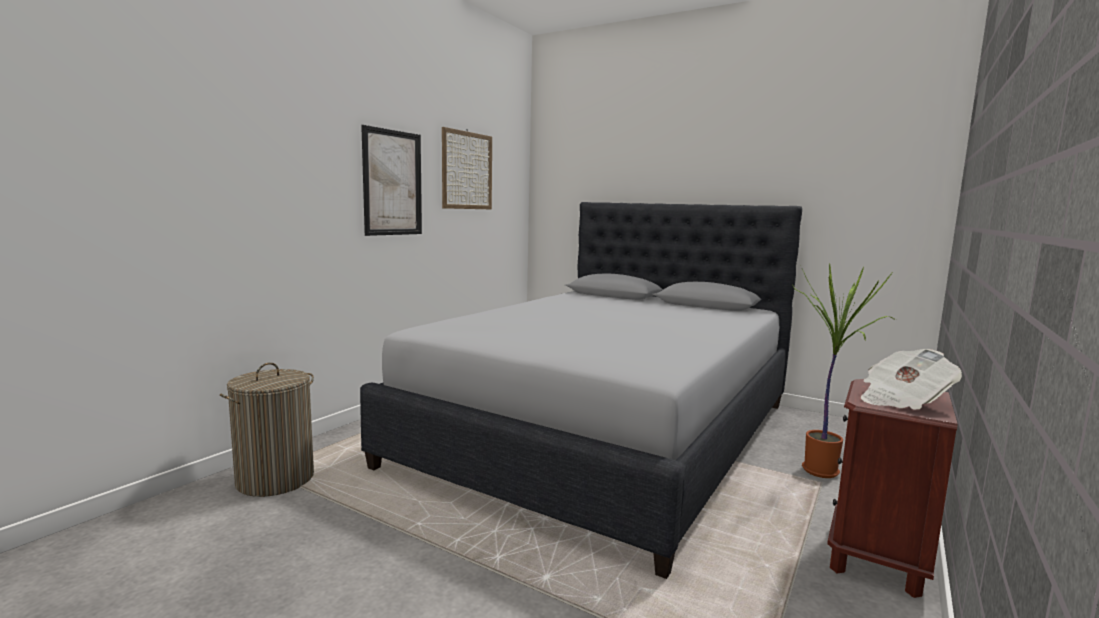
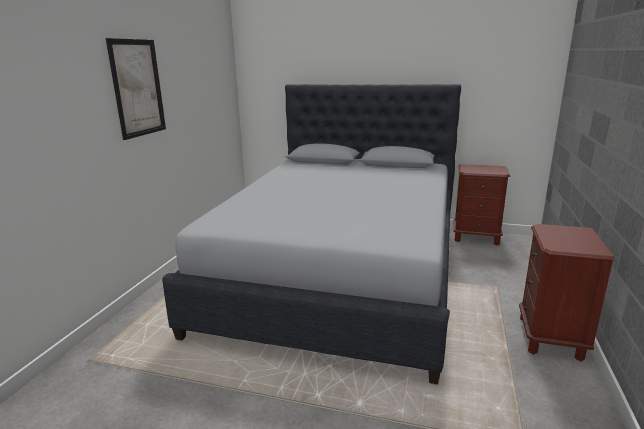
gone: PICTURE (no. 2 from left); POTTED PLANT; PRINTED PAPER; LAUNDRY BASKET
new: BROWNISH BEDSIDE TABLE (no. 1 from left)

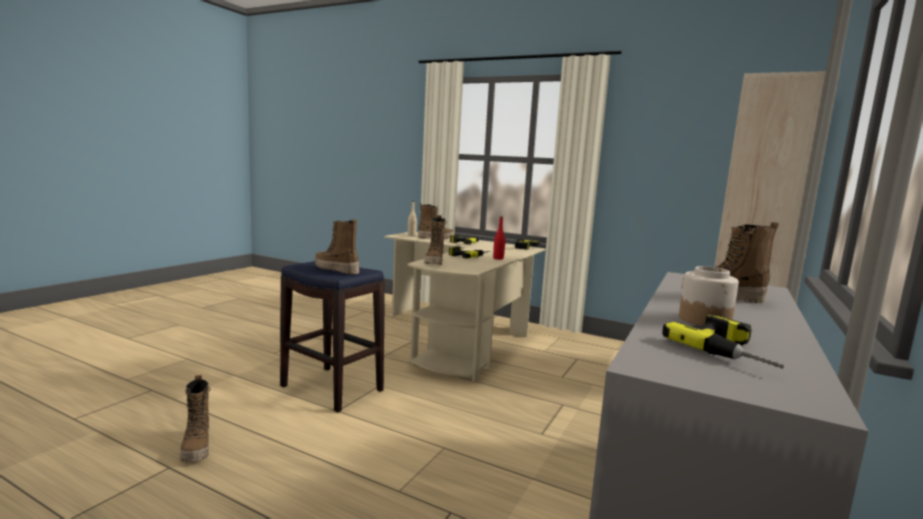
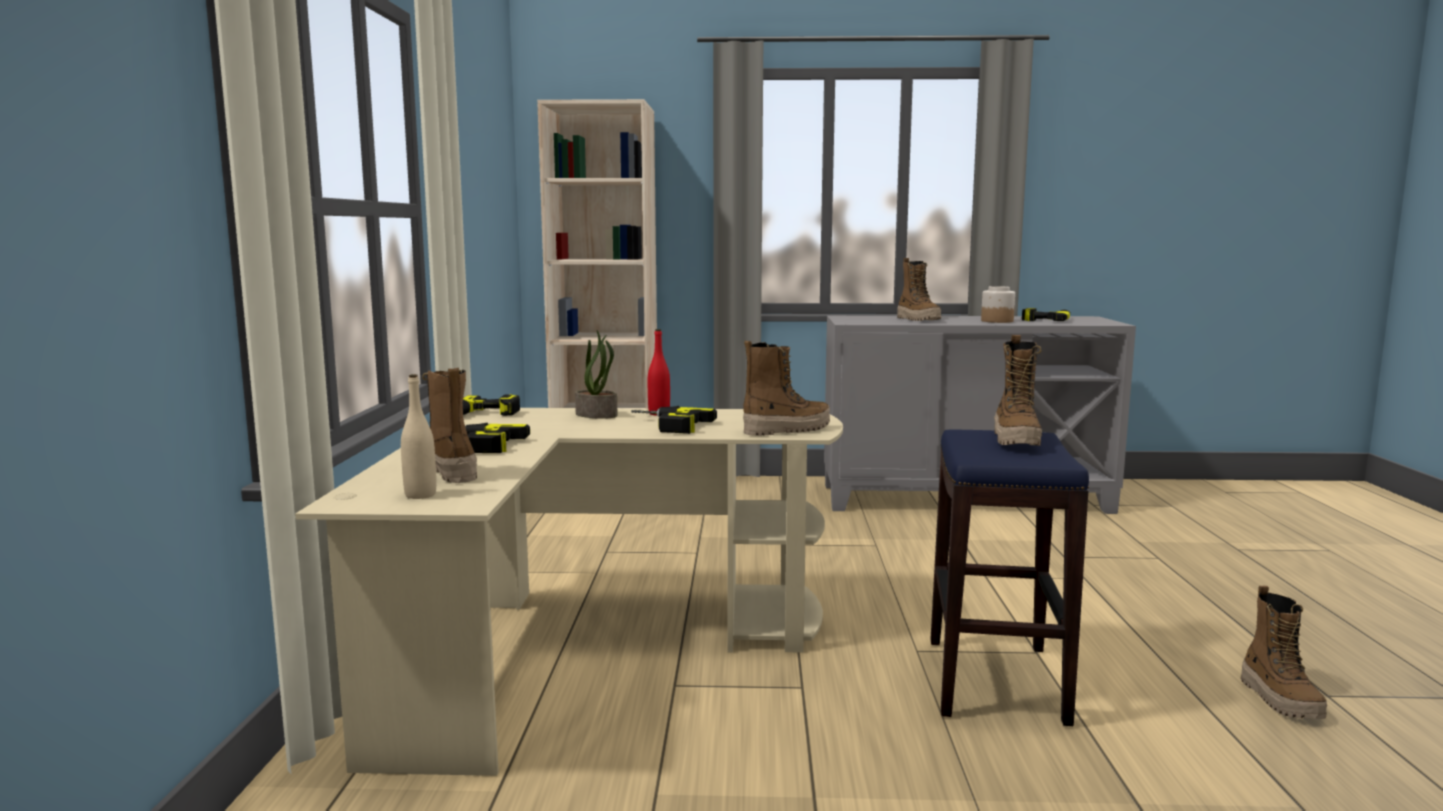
new: POTTED PLANT
rotated: BOOT (no. 1 from left in the first image) 135 degrees clockwise

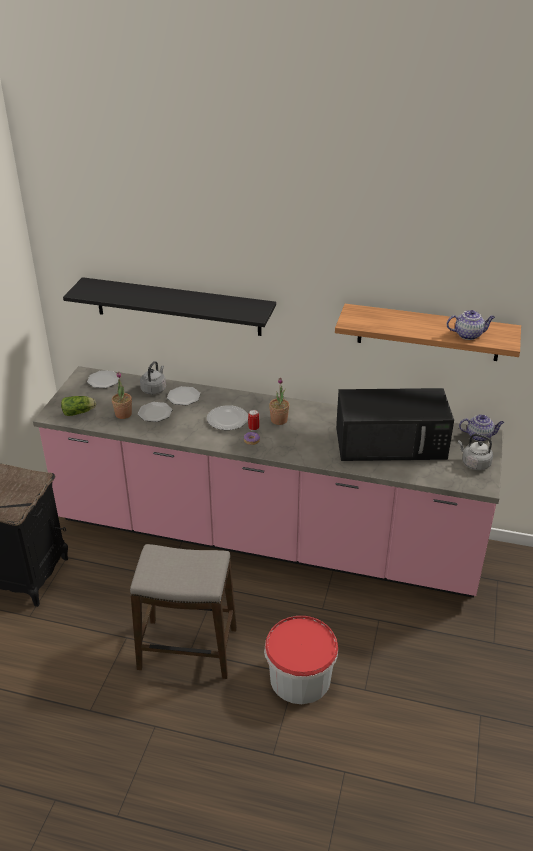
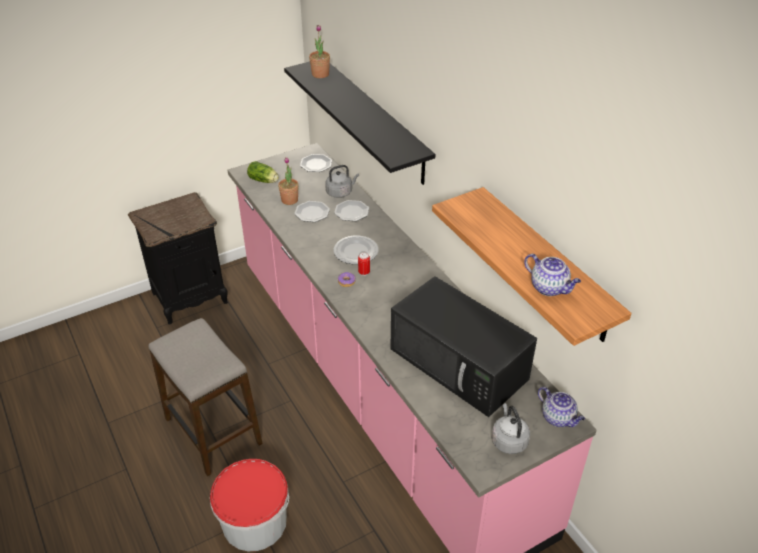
shifted: POTTED PLANT (no. 2 from left)

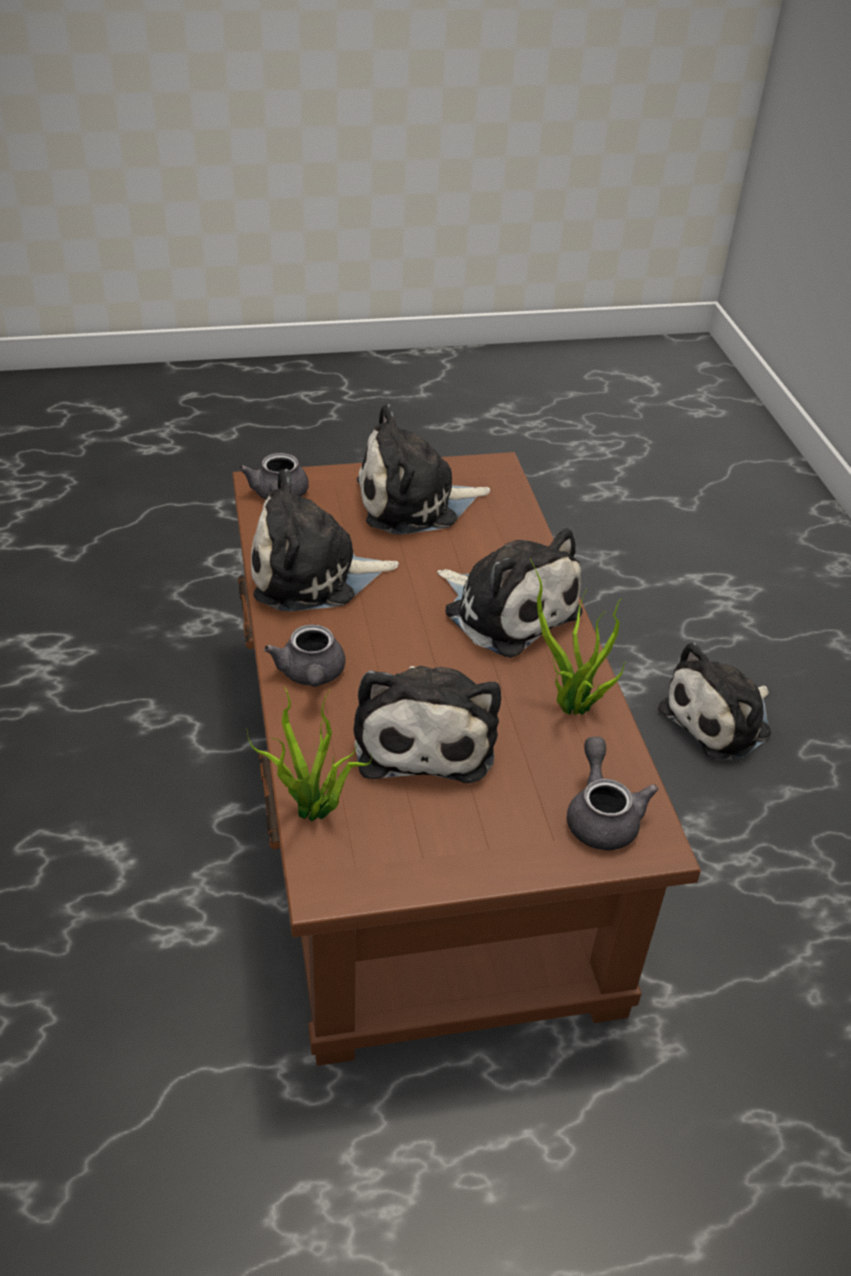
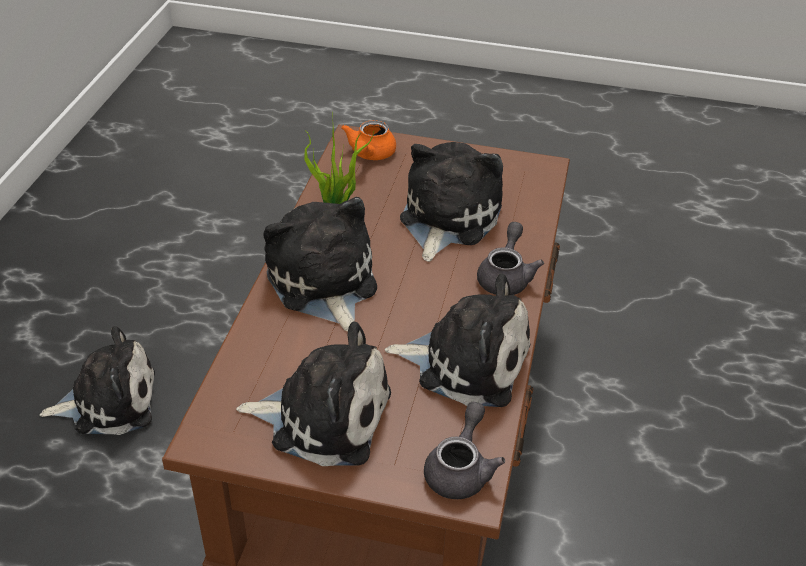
gone: POTTED PLANT (no. 1 from left)
repainted: GREYISH TEA POT (no. 3 from left) to ORANGE-COLOURED TEA POT

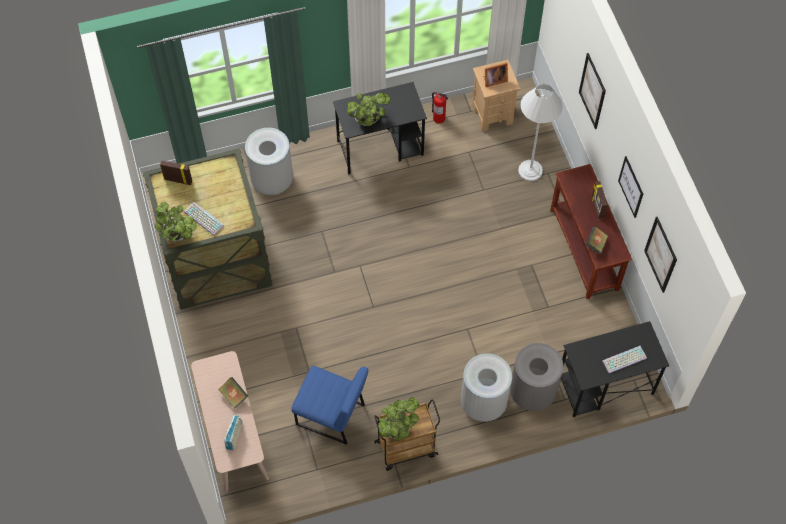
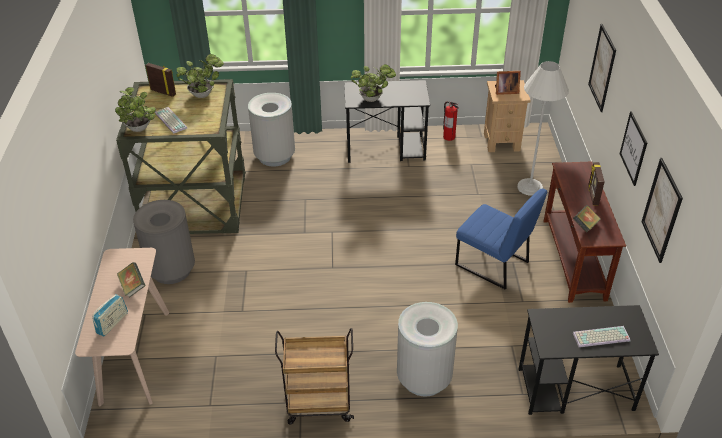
shifted: GREYISH WASTE BIN (no. 3 from left in the first image) to GREYISH WASTE BIN (no. 1 from left); BLUE-COLOURED PLAIN CHAIR; POTTED PLANT (no. 3 from left in the first image) to POTTED PLANT (no. 2 from left)

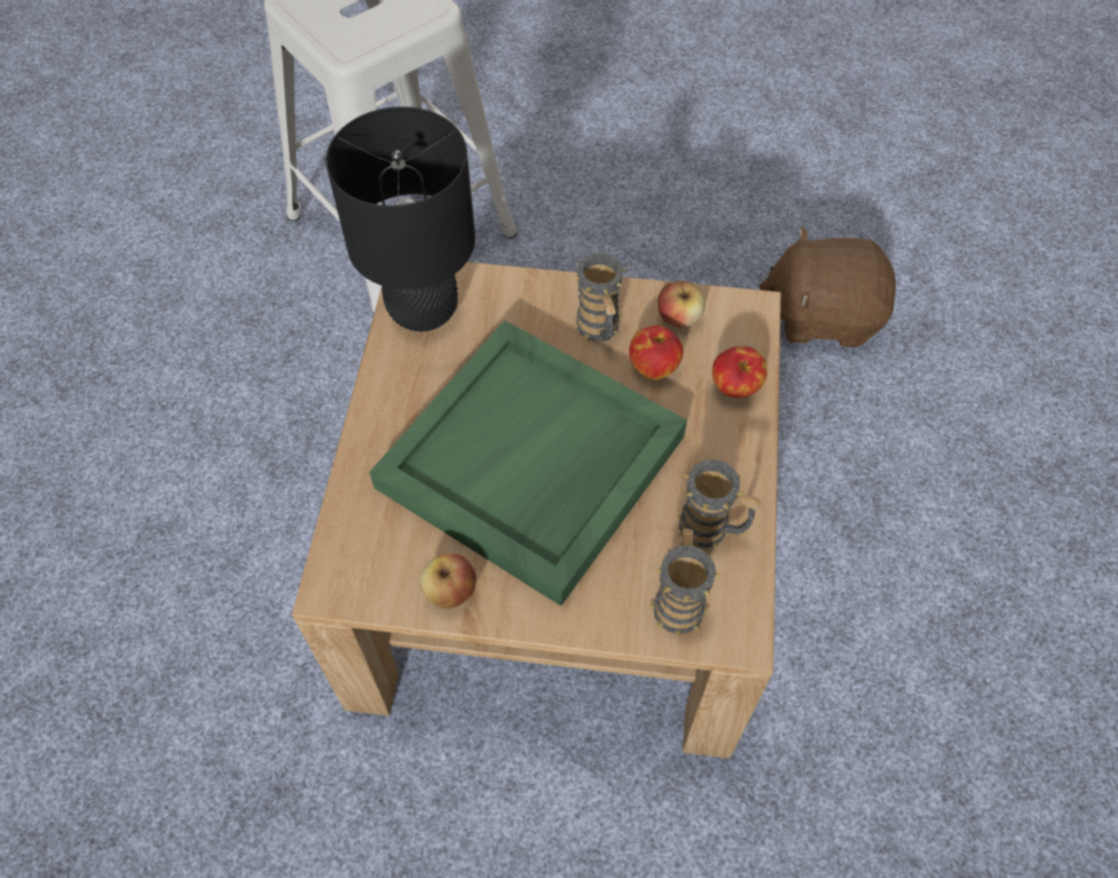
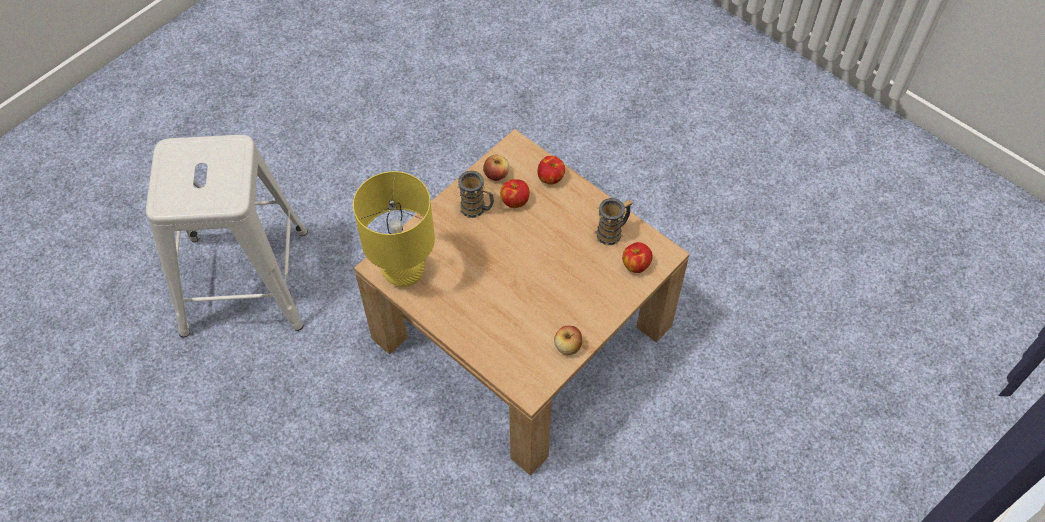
gone: BROWNISH SOFT TOY; GREEN TRAY
swapped: TEA MUG (no. 2 from left) to WHOLE APPLE (no. 5 from left)
repainted: BLACK TABLETOP LAMP to YELLOW TABLETOP LAMP

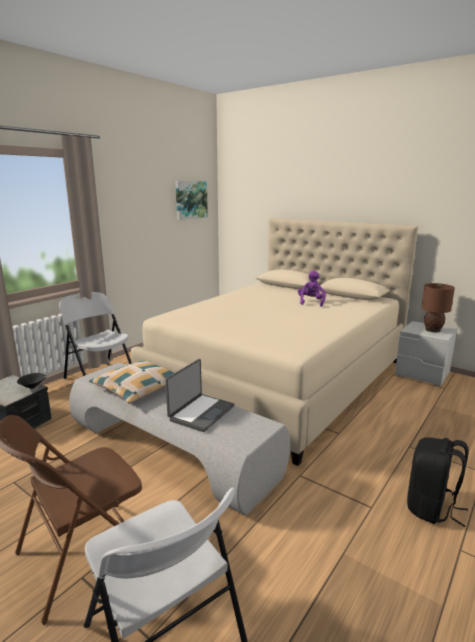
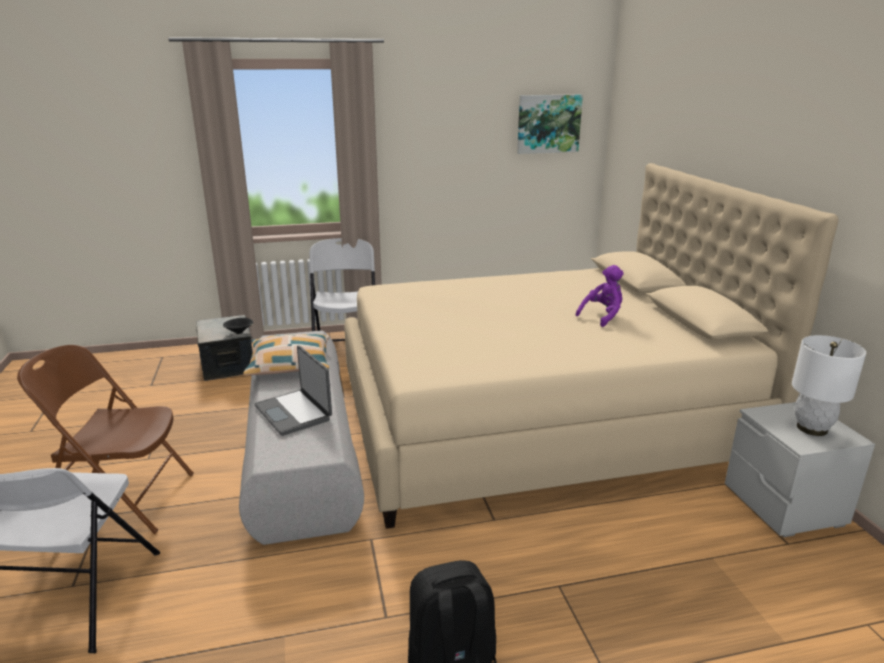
repainted: BROWNISH TABLETOP LAMP to WHITE-COLOURED TABLETOP LAMP
rotated: LAPTOP 75 degrees clockwise

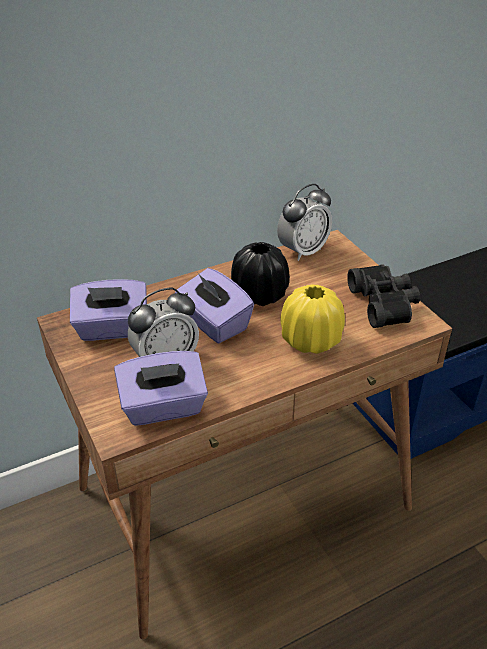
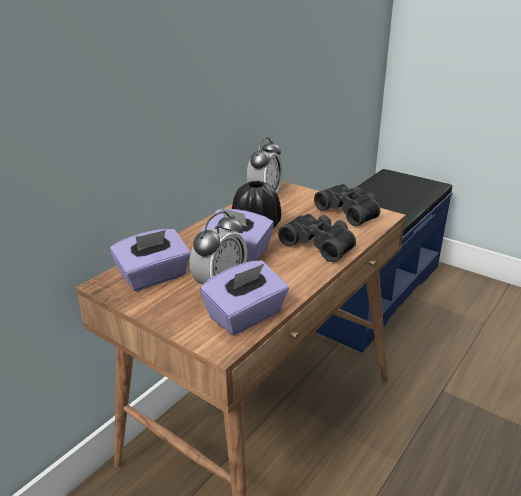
swapped: YELLOW VASE to BLACK BINOCULARS (no. 1 from left)

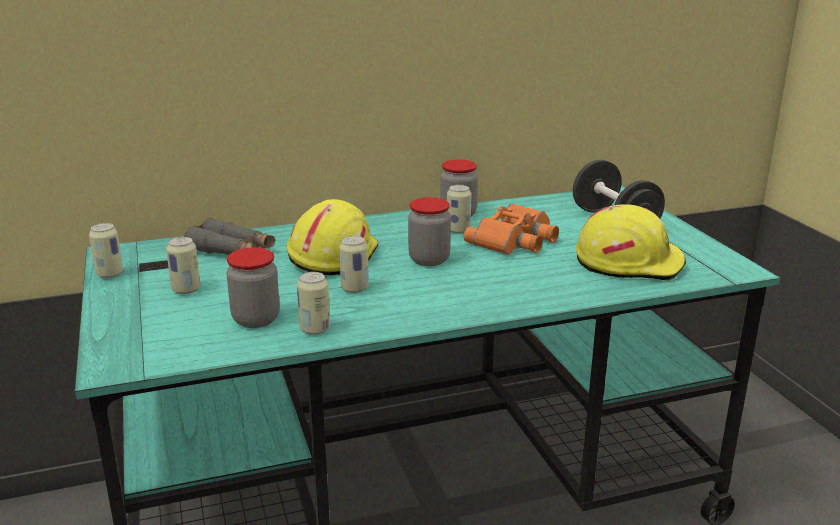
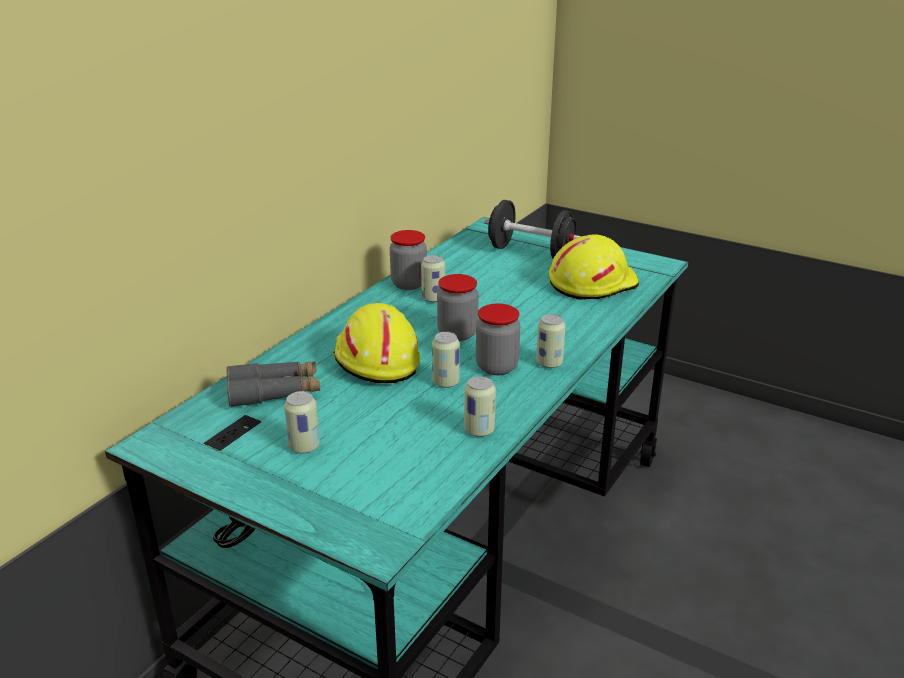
gone: ORANGE-COLOURED BINOCULARS
shifted: CAN (no. 1 from left in the first image) to CAN (no. 5 from left); STORAGE JAR (no. 1 from left in the first image) to STORAGE JAR (no. 3 from left)

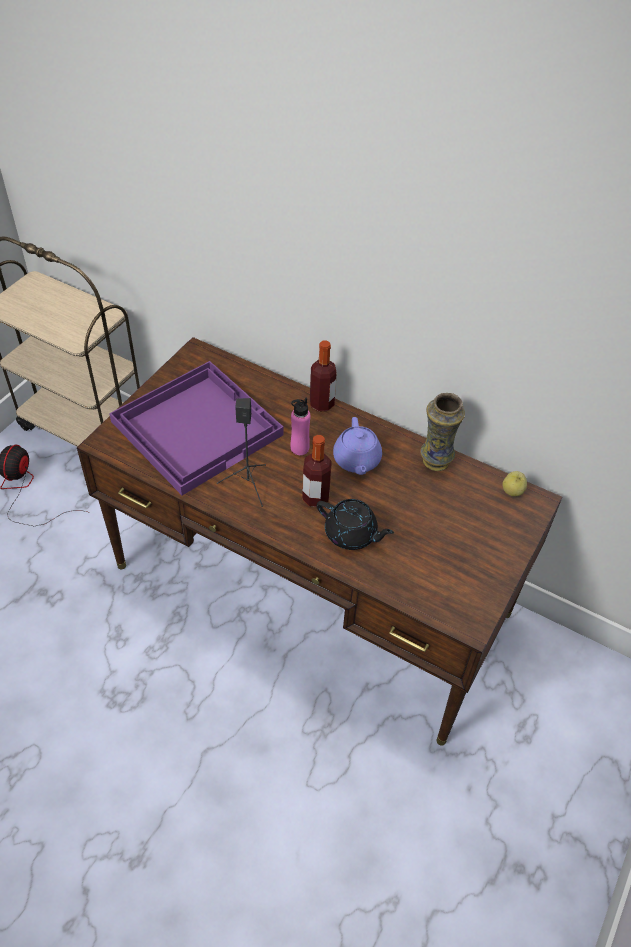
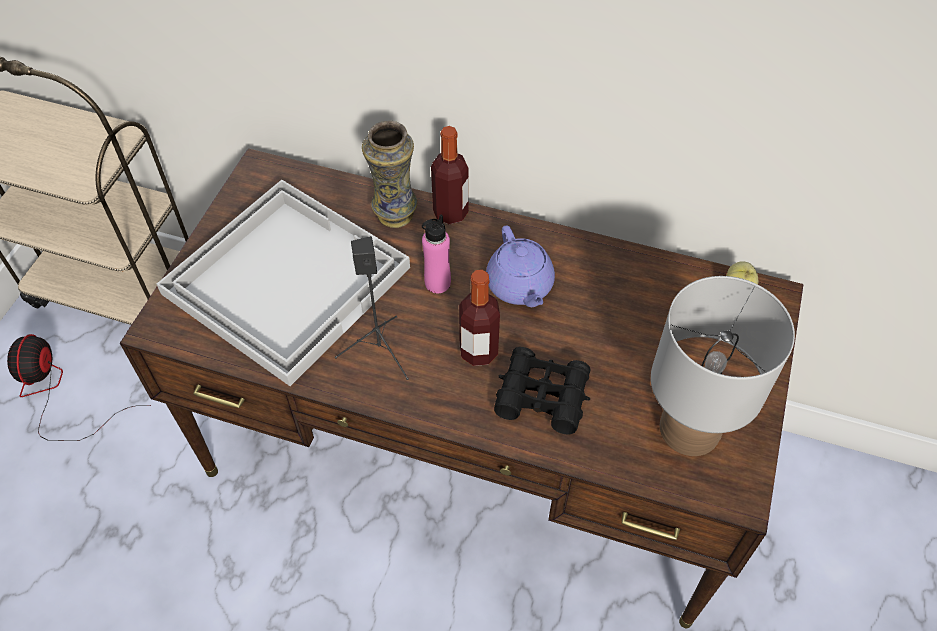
new: GREYISH TABLETOP LAMP
shifted: VASE
swapped: BLACK TEA POT to BLACK BINOCULARS
repainted: PURPLISH TRAY to WHITE-COLOURED TRAY

